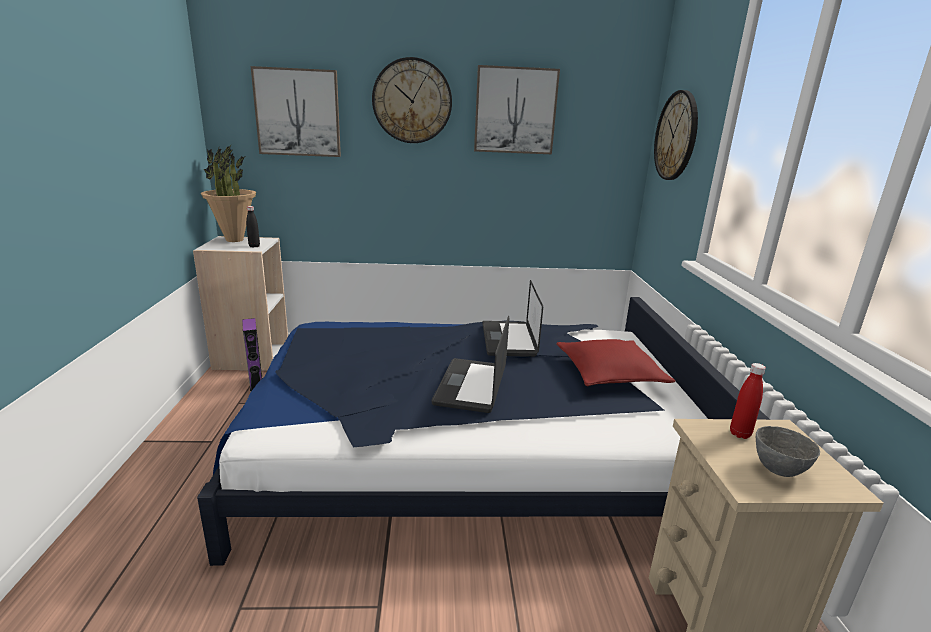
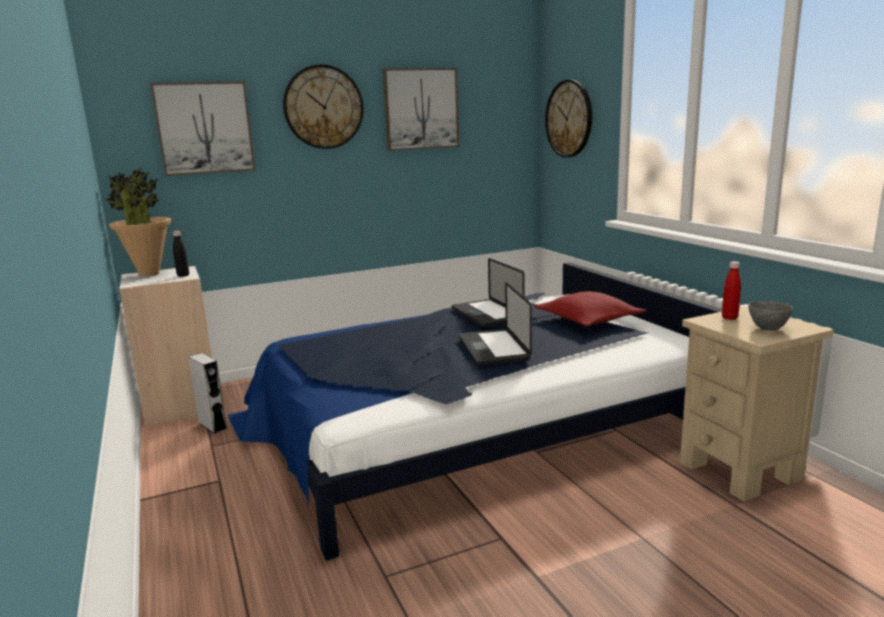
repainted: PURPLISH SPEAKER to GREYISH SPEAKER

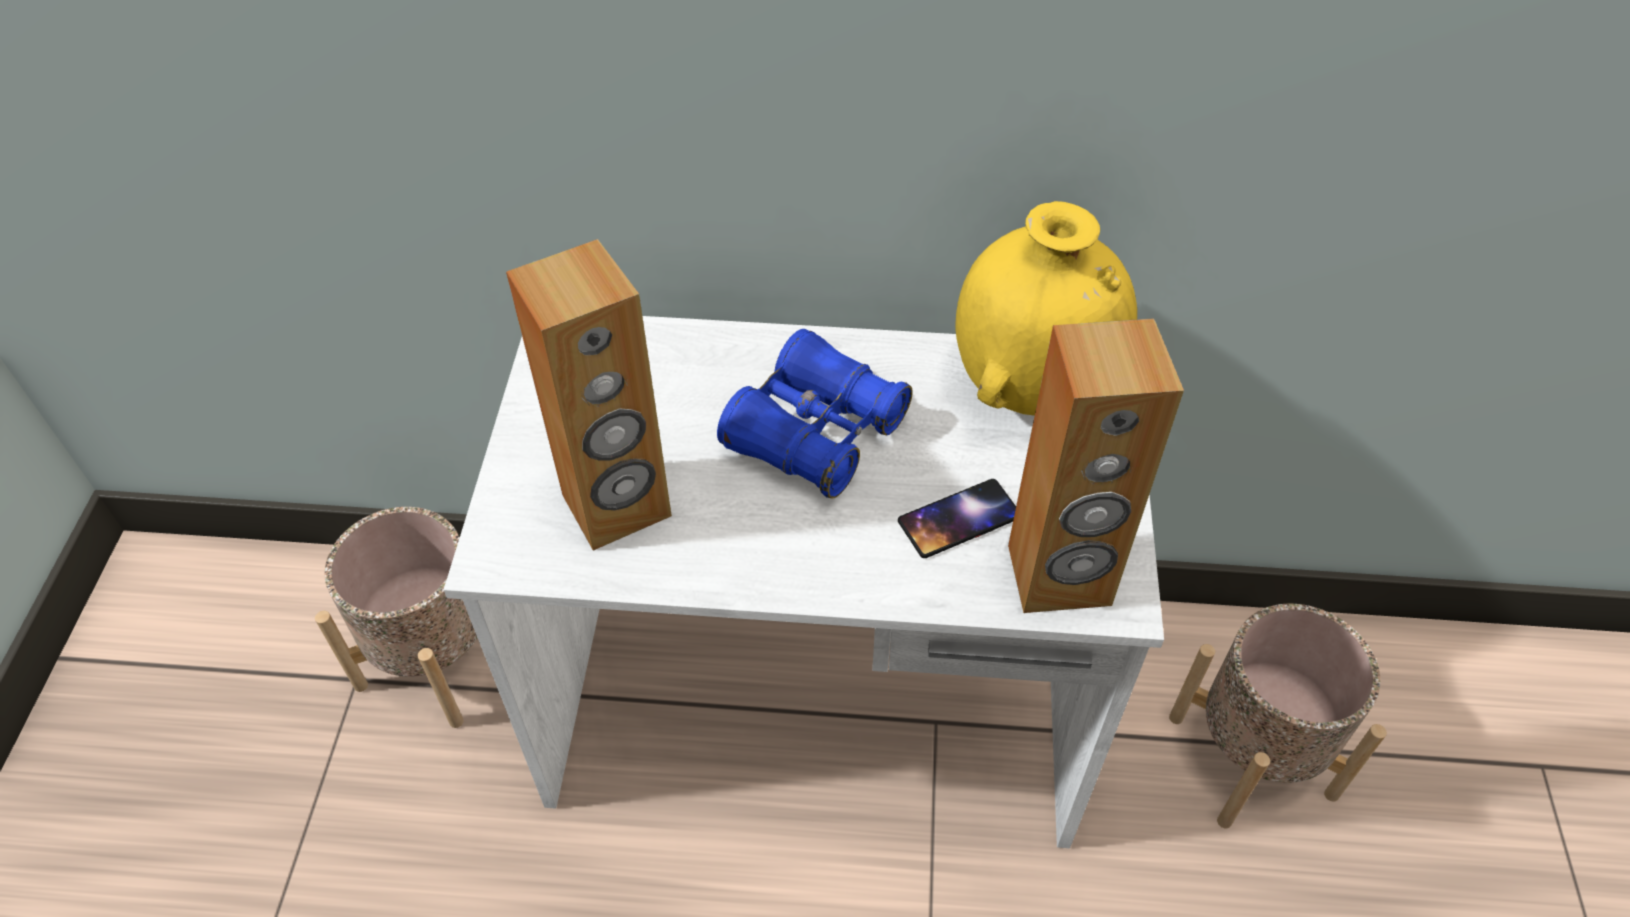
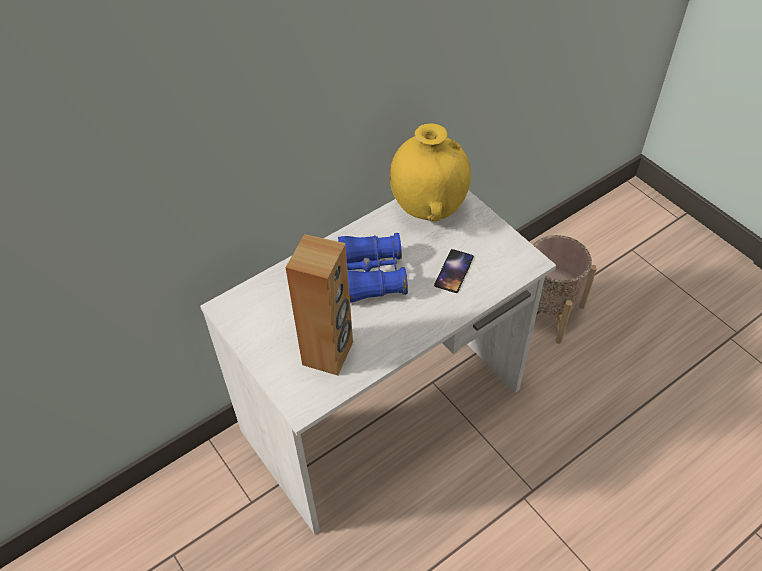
gone: BROWNISH SPEAKER (no. 2 from left); BEIGE-COLOURED PLANTER (no. 1 from left)

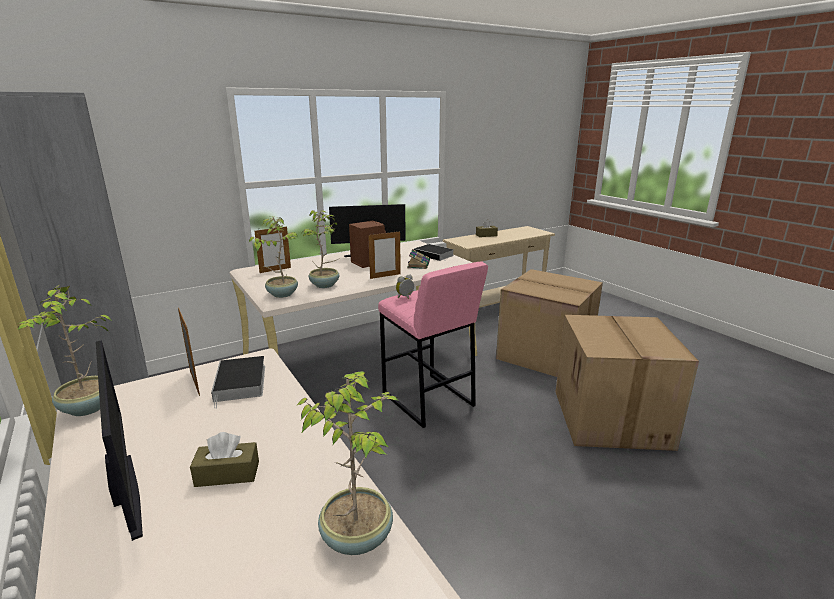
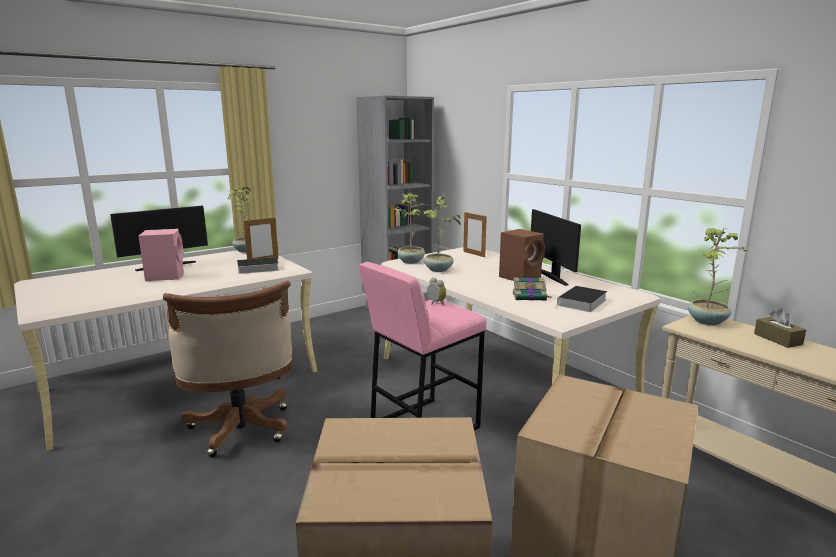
gone: PHOTO FRAME (no. 3 from left)
new: OFFICE CHAIR
shifted: POTTED PLANT (no. 4 from left)
swapped: BROWNISH TISSUE BOX (no. 1 from left) to PINKISH SPEAKER

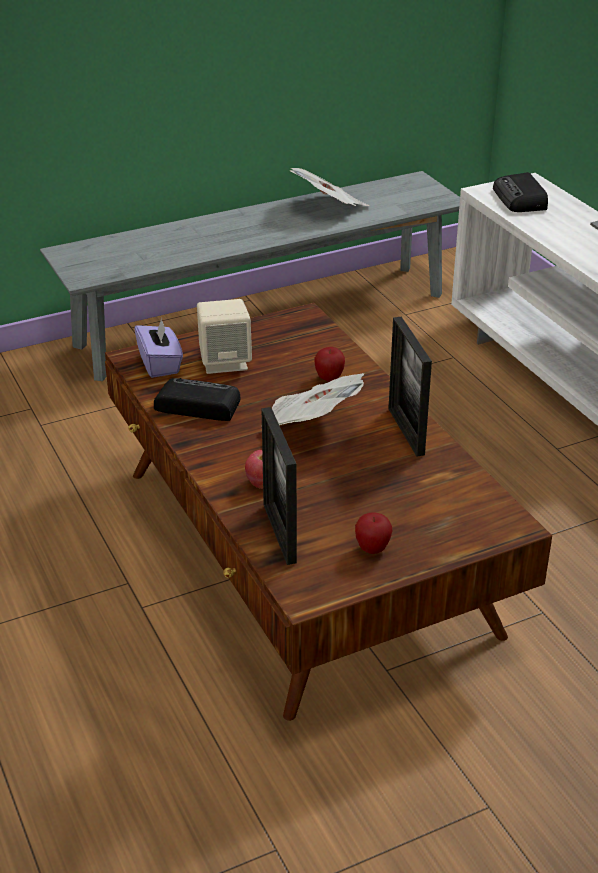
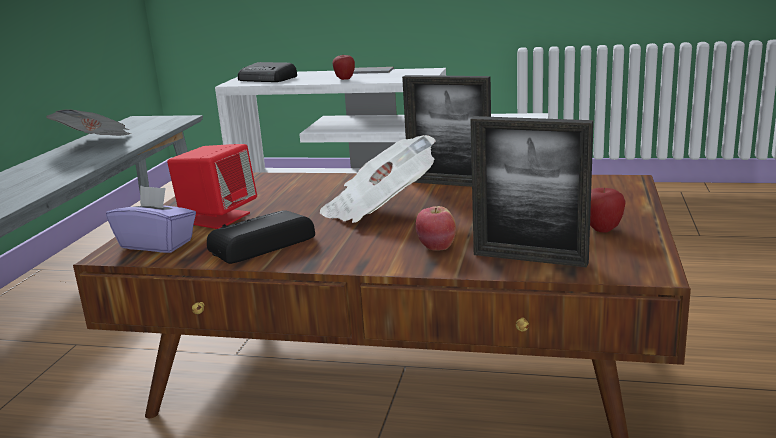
shifted: WHOLE APPLE (no. 2 from left in the first image) to WHOLE APPLE (no. 1 from left)
repainted: BEIGE-COLOURED SPEAKER to REDDISH SPEAKER

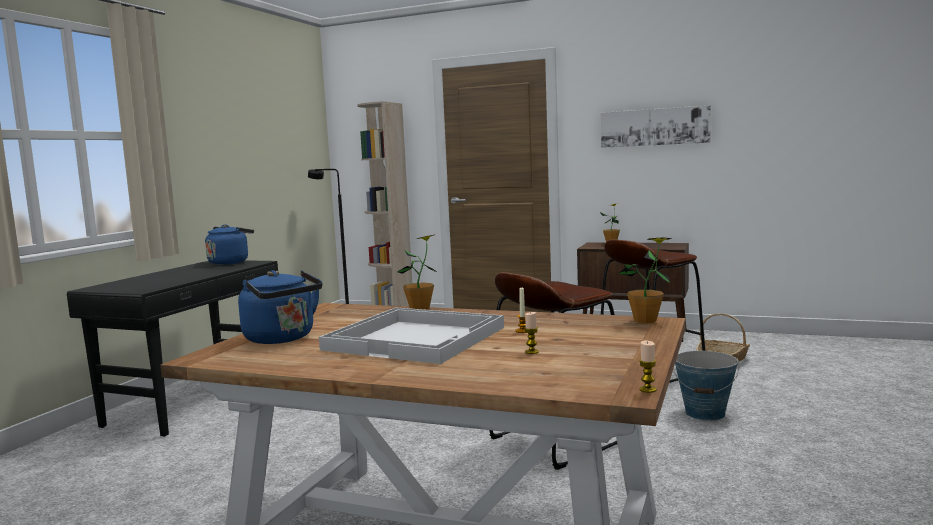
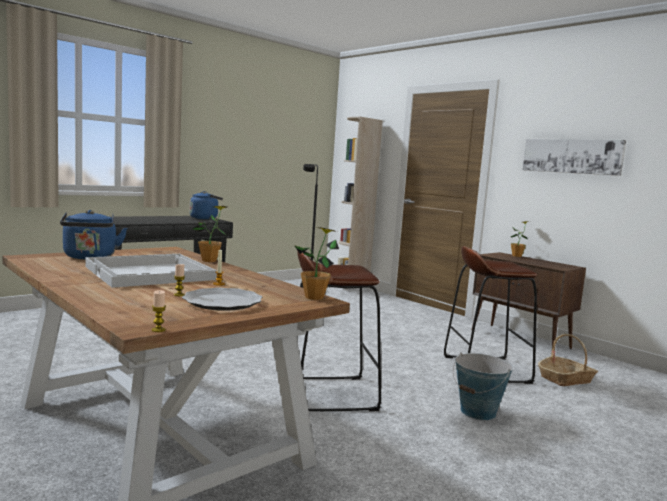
new: PLATE

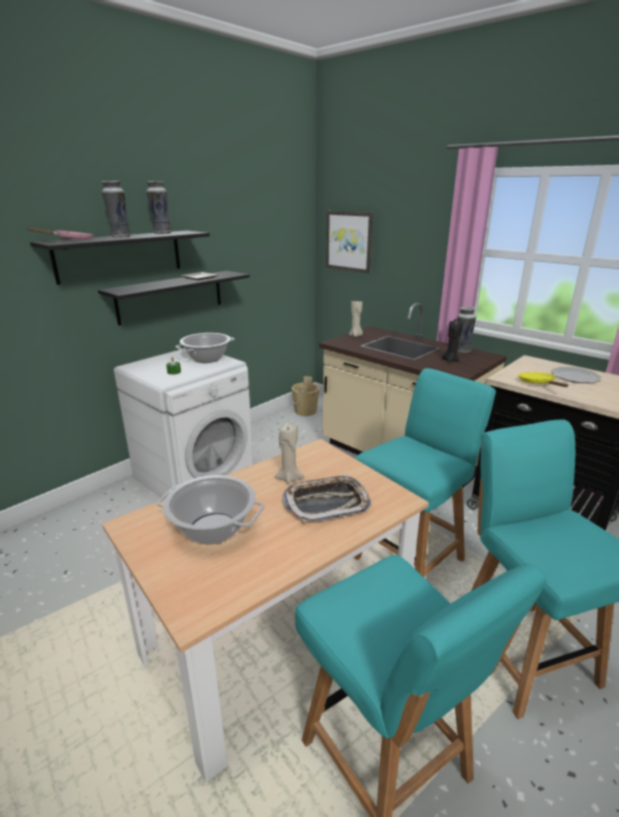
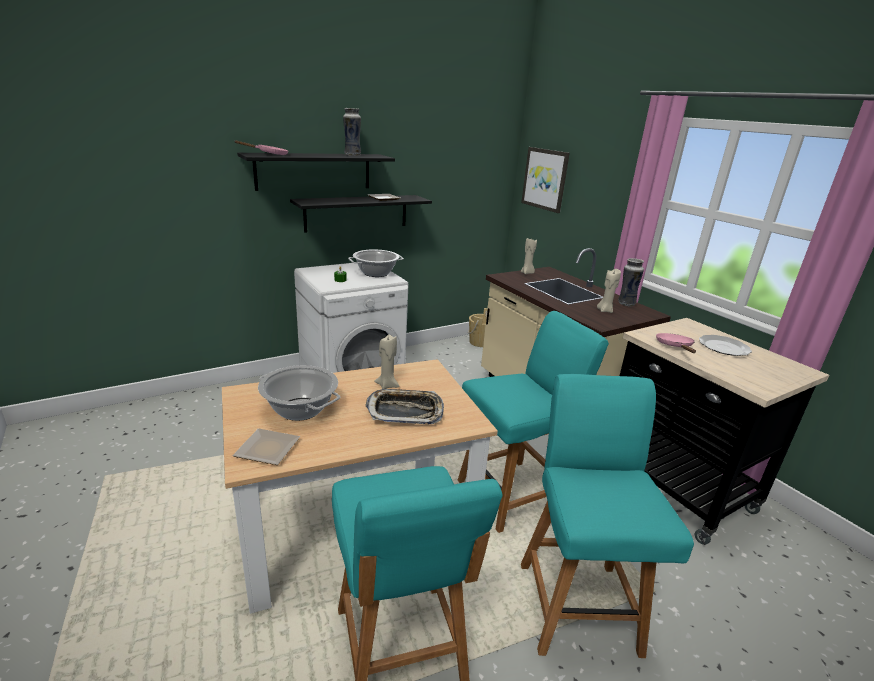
gone: VASE (no. 1 from left)
new: PLATE (no. 1 from left)
repainted: BLACK WAX LIGHT to BEIGE-COLOURED WAX LIGHT (no. 3 from left); YELLOW FRYING PAN to PINKISH FRYING PAN (no. 2 from left)

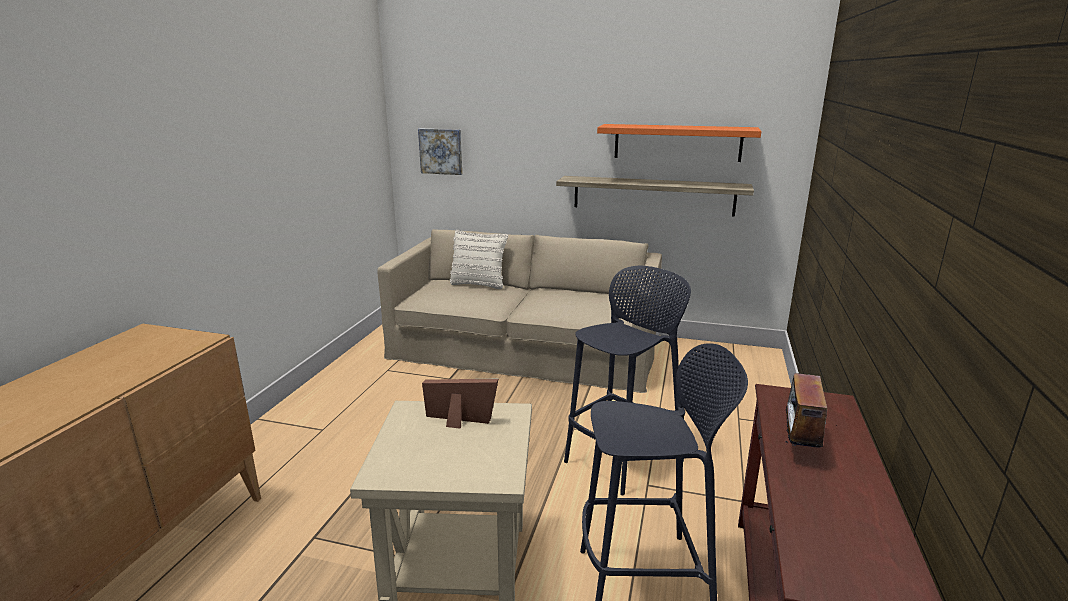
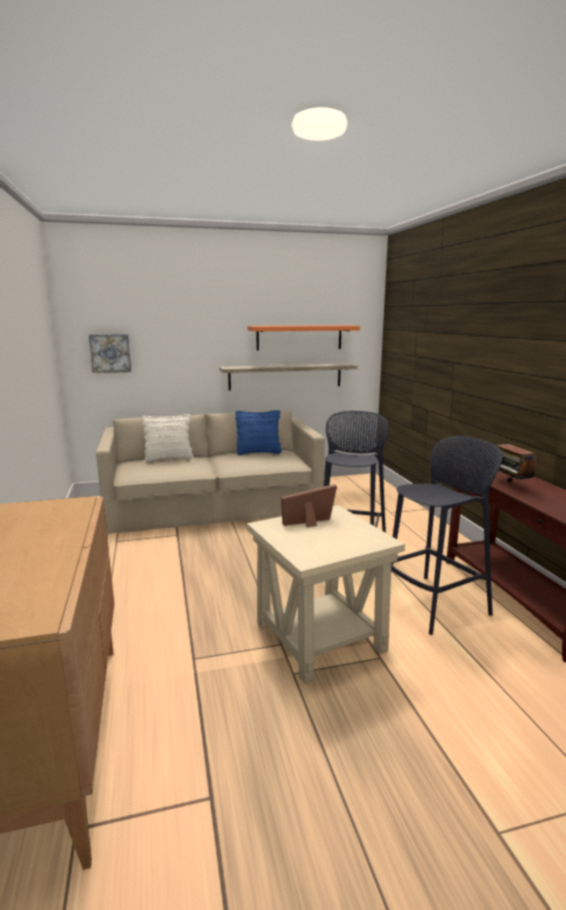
new: BLUE-COLOURED THROW PILLOW

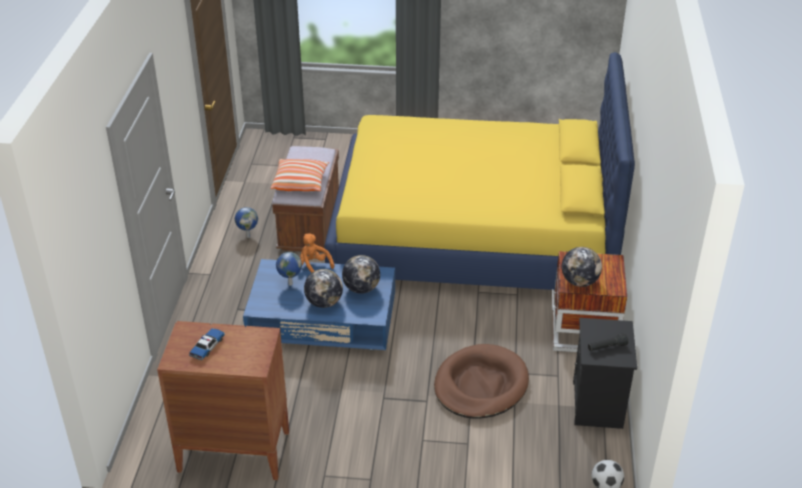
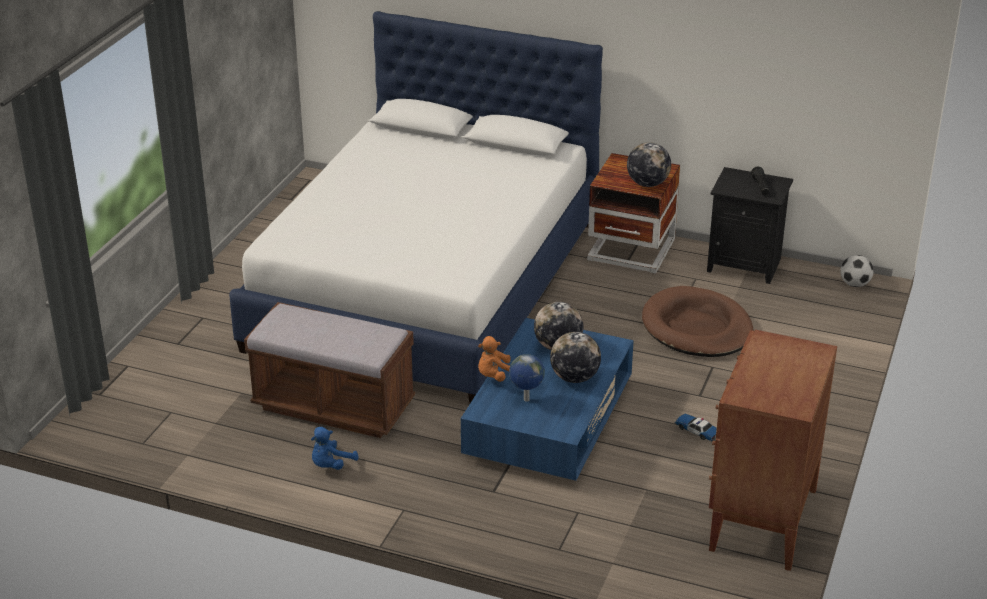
gone: THROW PILLOW
shifted: MINIATURE CAR
swapped: GLOBE (no. 1 from left) to BLUE-COLOURED SOFT TOY
repainted: YELLOW SLEEPING BED to WHITE-COLOURED SLEEPING BED

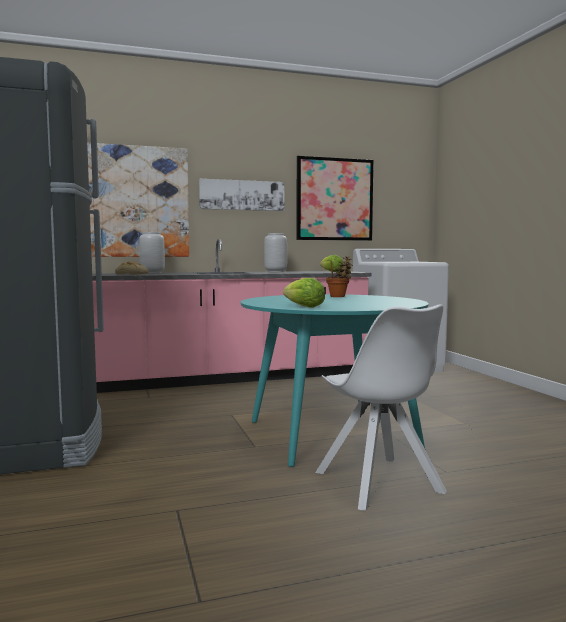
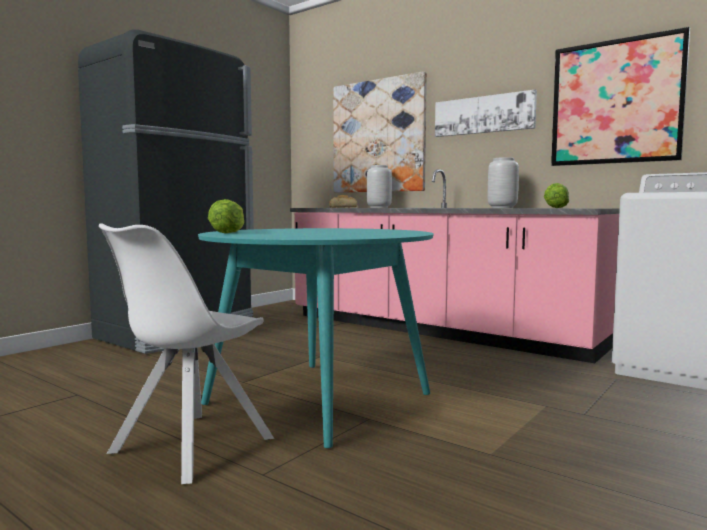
gone: POTTED PLANT

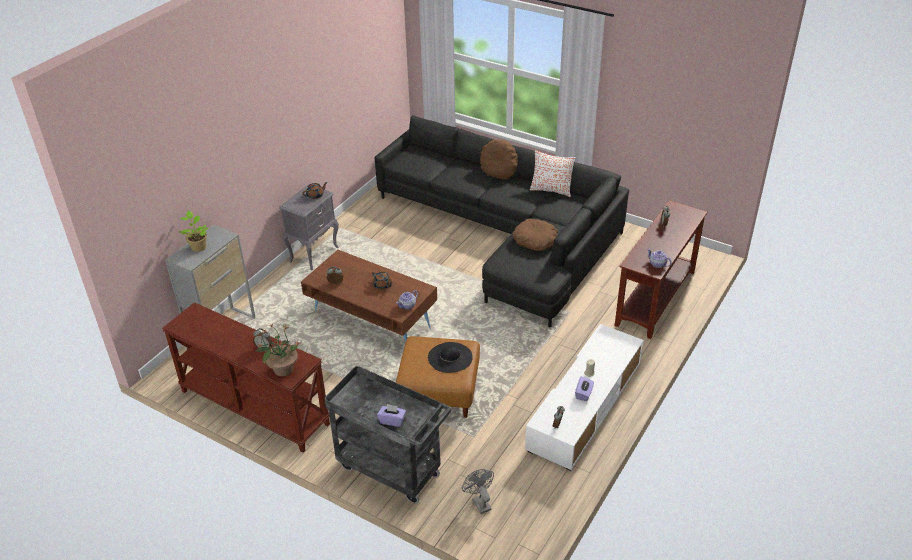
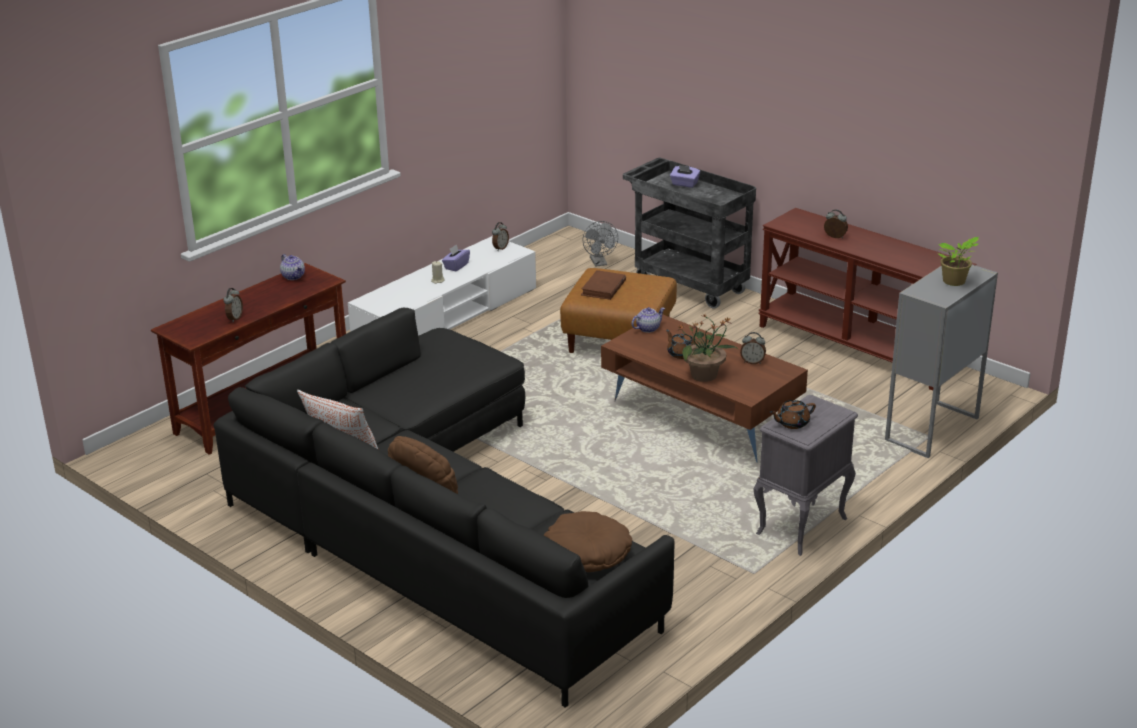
shifted: BROWNISH THROW PILLOW (no. 2 from left); POTTED PLANT (no. 2 from left in the first image) to POTTED PLANT (no. 1 from left)
swapped: BLACK WEARABLE HAT to BROWNISH BOUND BOOK

